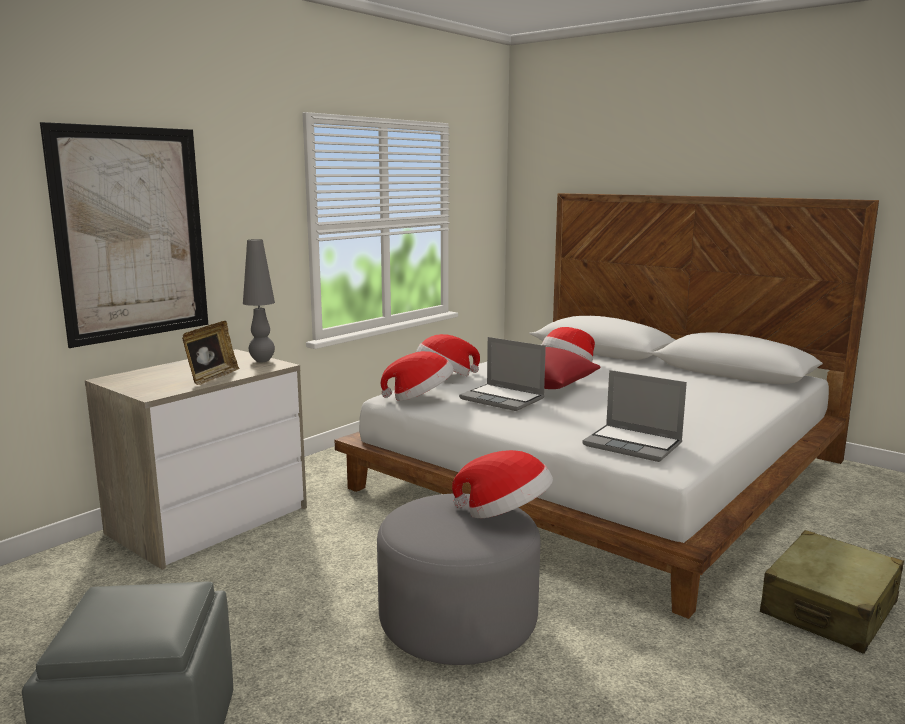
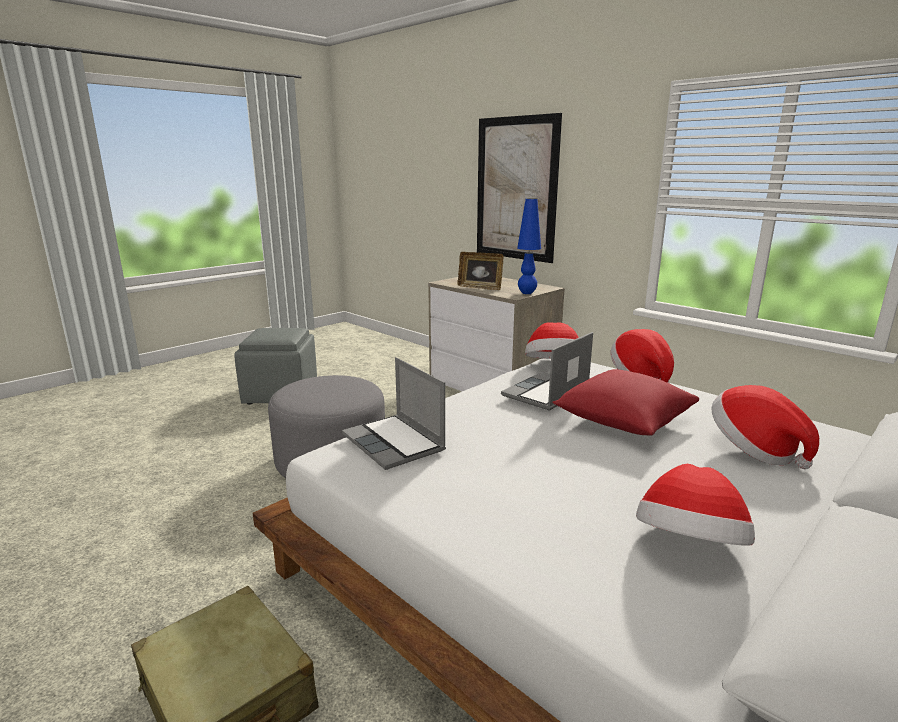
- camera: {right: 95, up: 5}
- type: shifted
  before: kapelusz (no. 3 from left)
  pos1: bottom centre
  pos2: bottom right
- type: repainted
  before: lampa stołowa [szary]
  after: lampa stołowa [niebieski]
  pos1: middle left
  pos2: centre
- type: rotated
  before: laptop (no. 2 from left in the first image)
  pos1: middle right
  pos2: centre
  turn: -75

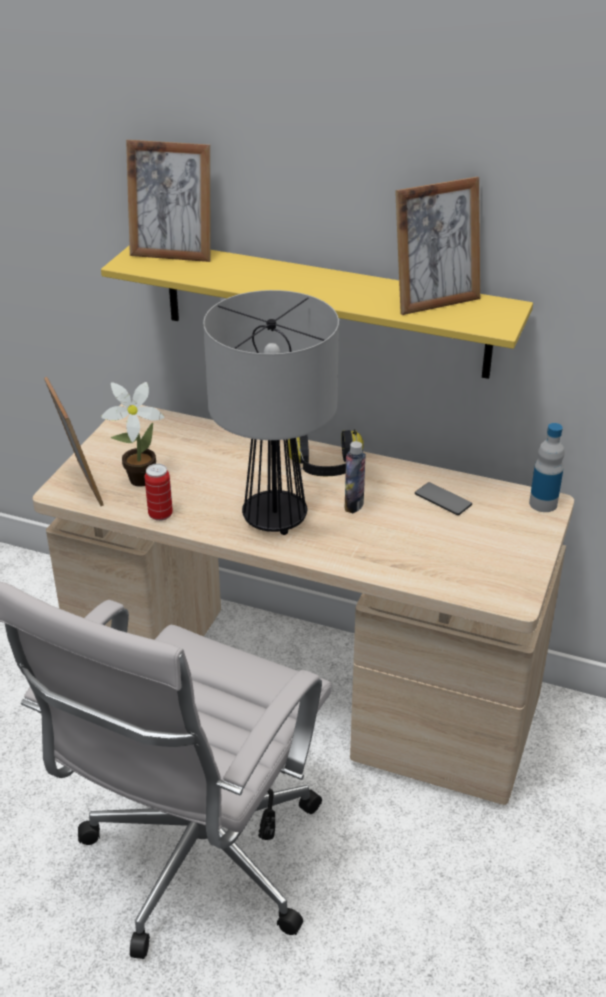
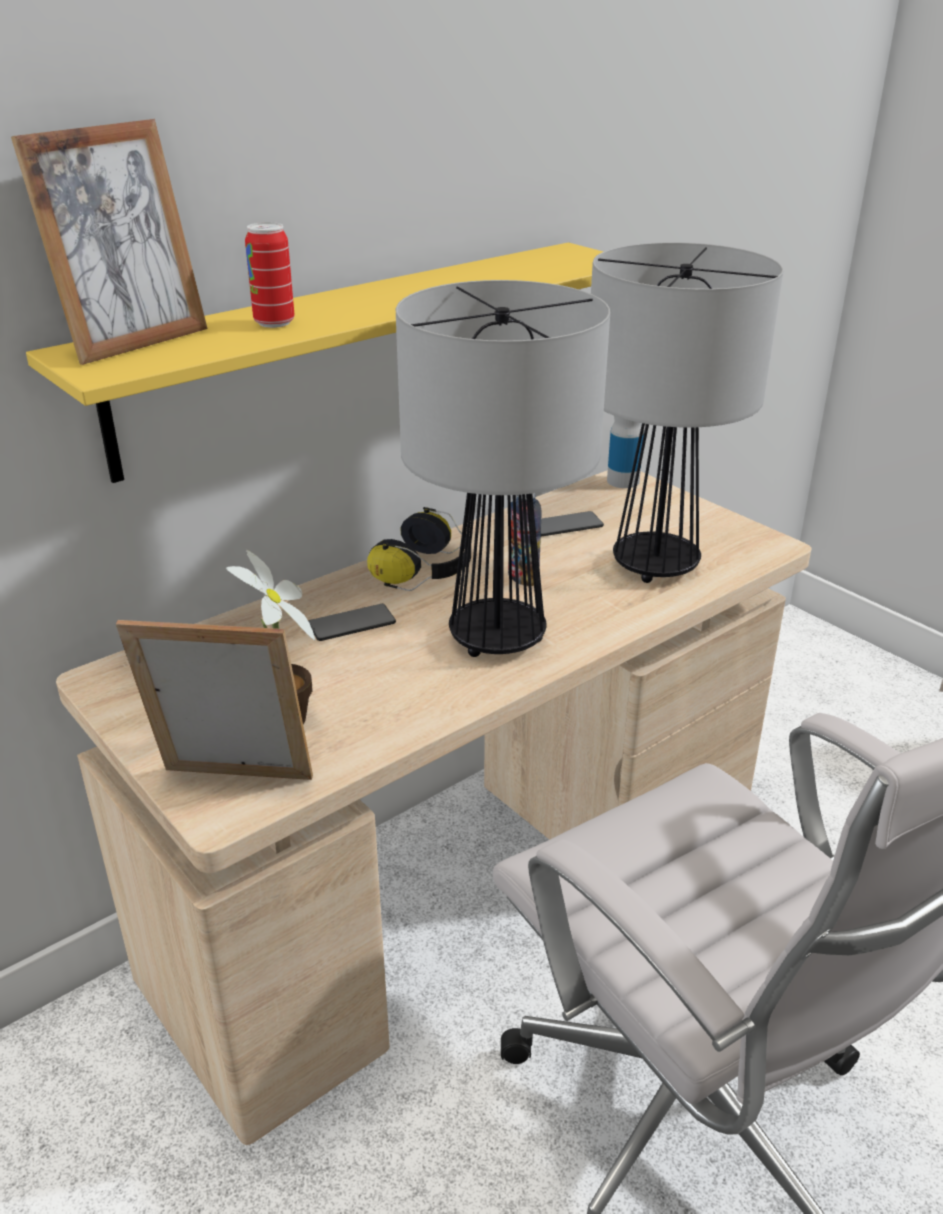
- camera: {right: -60, up: -5}
- type: gone
  before: ramka na zdjęcie (no. 3 from left)
  pos1: top right
- type: new
  after: telefon (no. 1 from left)
  pos2: centre
- type: new
  after: lampa stołowa (no. 2 from left)
  pos2: middle right
- type: shifted
  before: puszka
  pos1: middle left
  pos2: top left

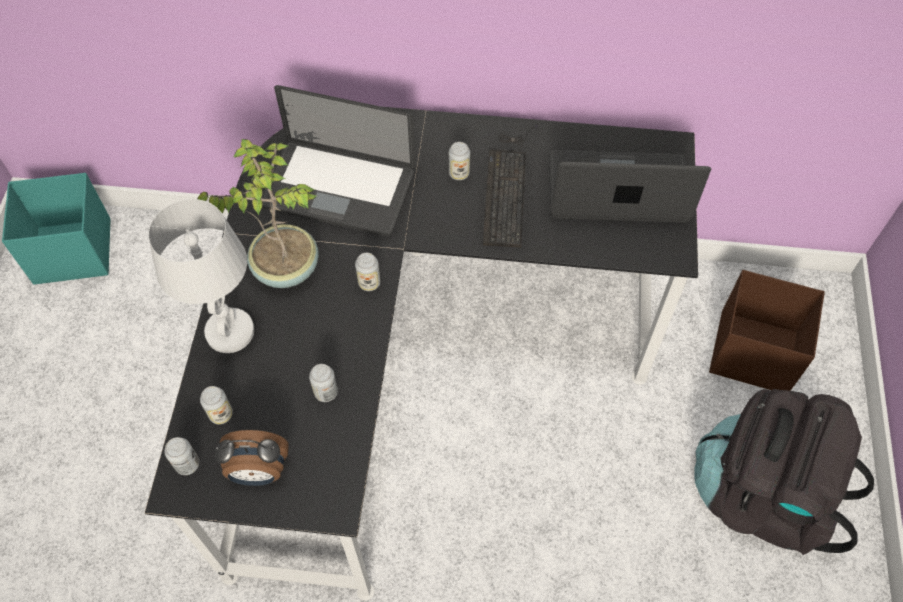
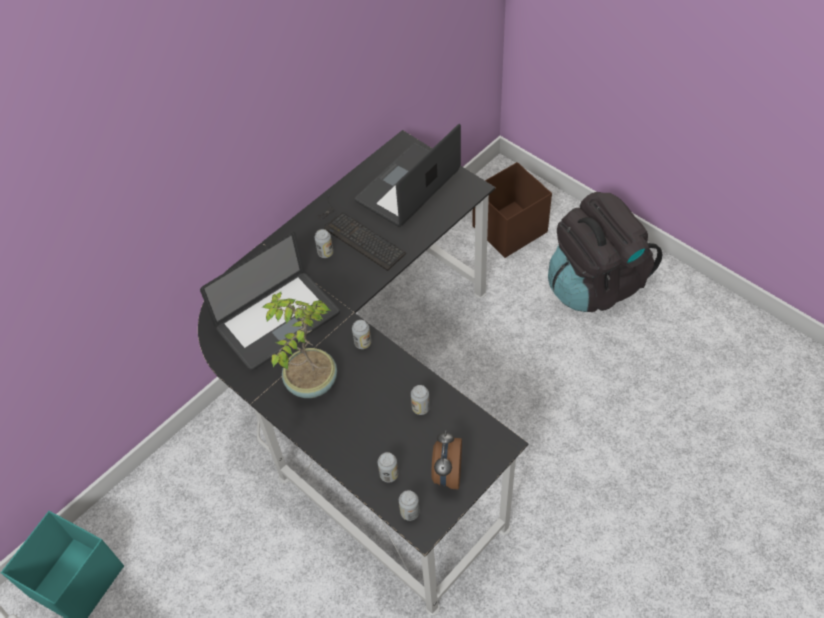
- camera: {right: -50, up: -5}
- type: gone
  before: lampa stołowa [biały]
  pos1: middle left
- type: rotated
  before: budzik
  pos1: bottom left
  pos2: bottom centre
  turn: 150

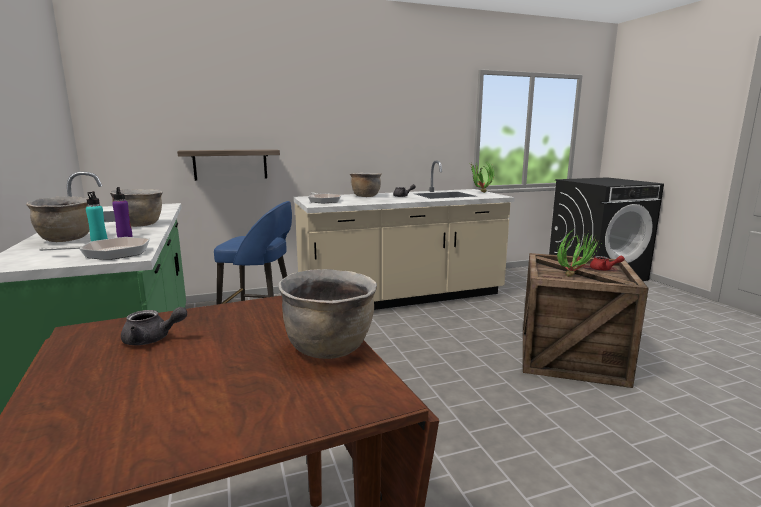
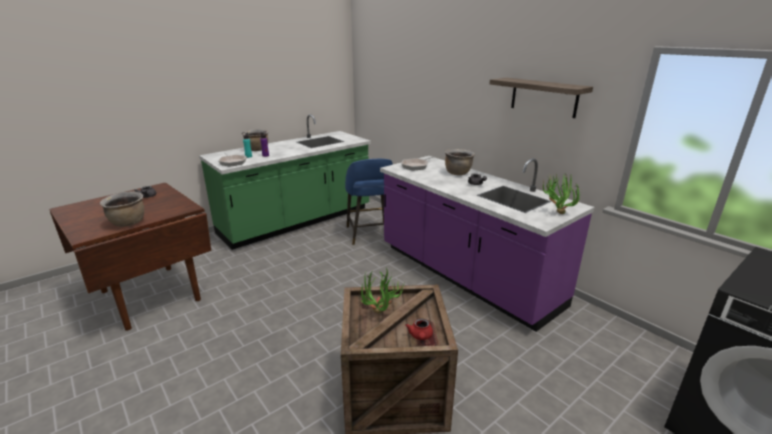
- camera: {right: 70, up: 10}
- type: gone
  before: garnek [brązowy] (no. 2 from left)
  pos1: middle left
- type: shifted
  before: półka
  pos1: top left
  pos2: top right
- type: repainted
  before: zabudowa kuchenna [beżowy]
  after: zabudowa kuchenna [fioletowy]
  pos1: centre
  pos2: centre

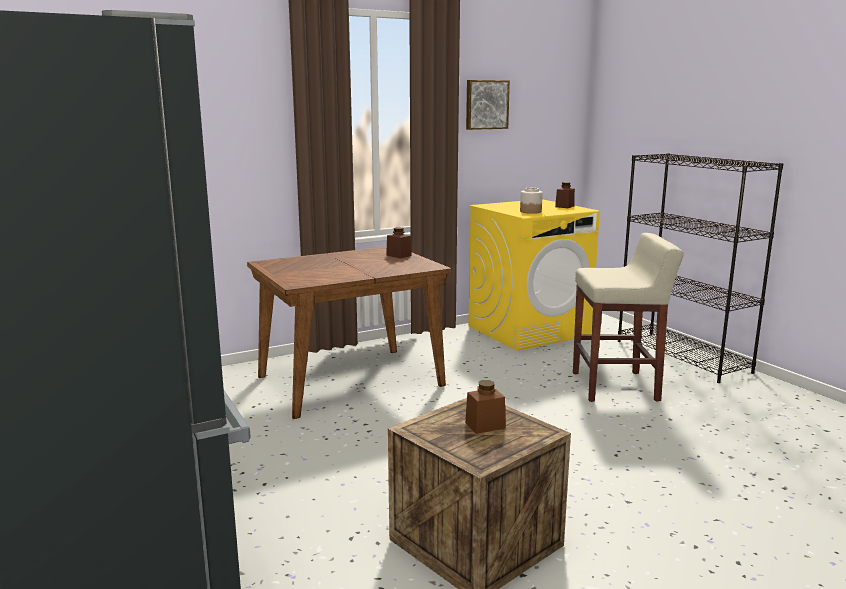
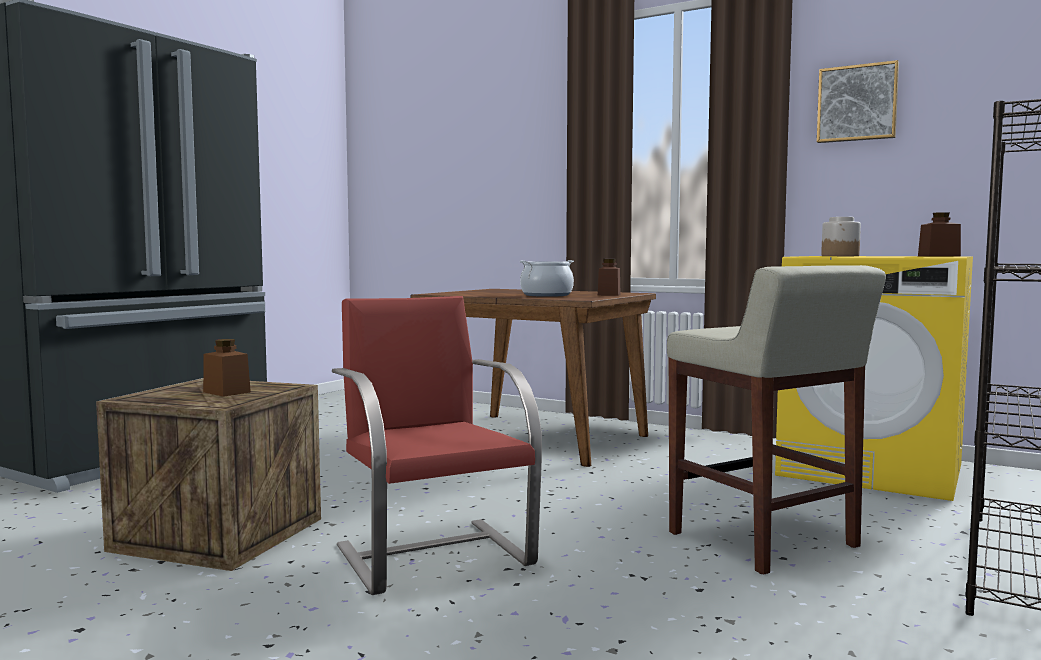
- camera: {right: 60, up: -10}
- type: new
  after: krzesło [czerwony]
  pos2: bottom centre
- type: new
  after: garnek
  pos2: centre

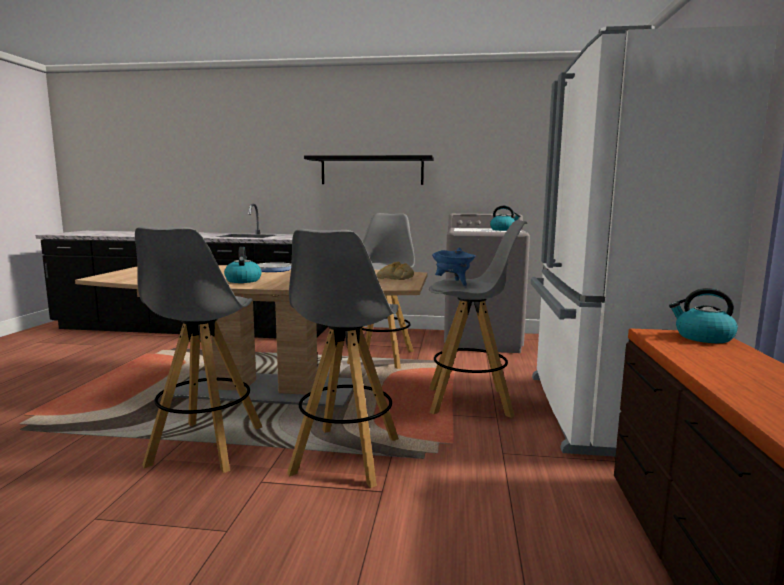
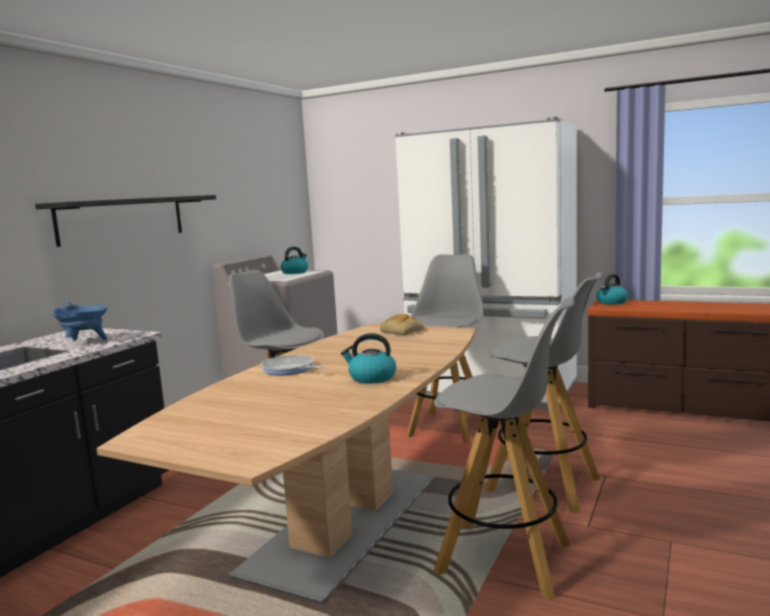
- camera: {right: -70, up: 0}
- type: shifted
  before: garnek [niebieski]
  pos1: centre
  pos2: middle left

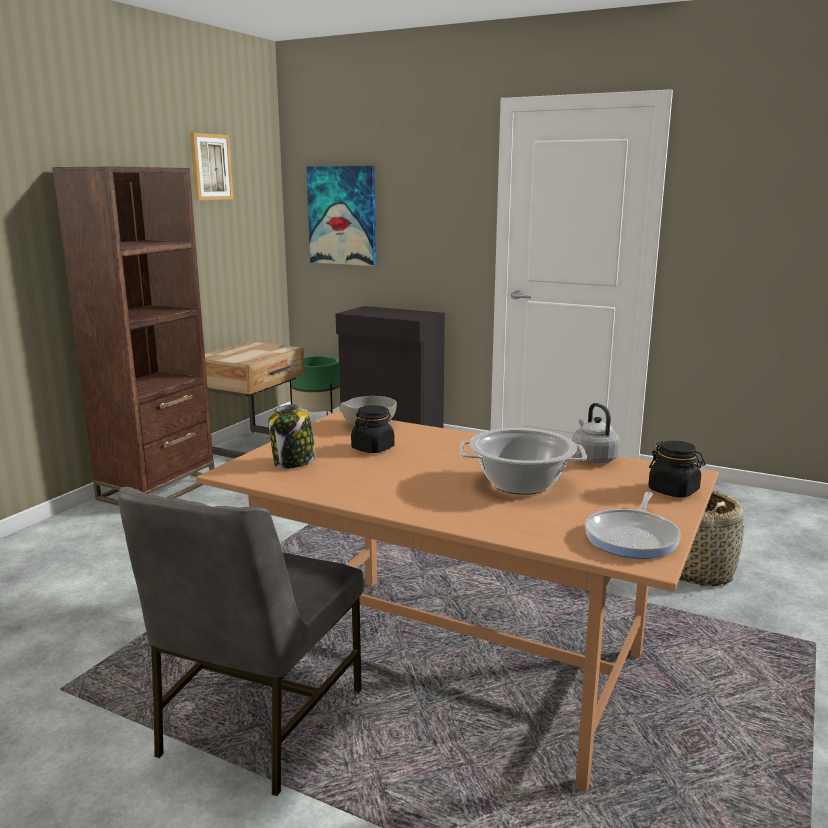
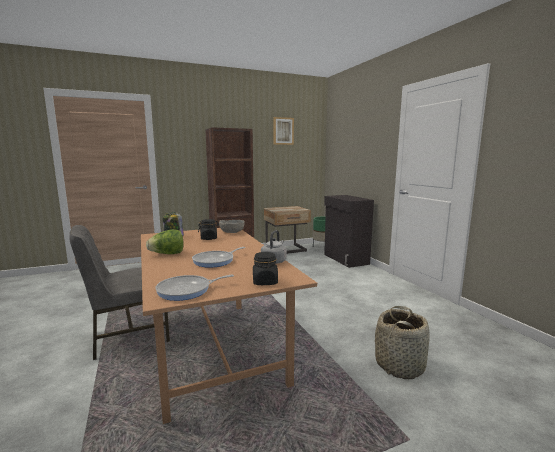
- camera: {right: 40, up: -5}
- type: gone
  before: obraz (no. 2 from left)
  pos1: top centre
- type: new
  after: sałata
  pos2: middle left
- type: swapped
  before: garnek
  after: patelnia (no. 2 from left)
  pos1: centre
  pos2: centre

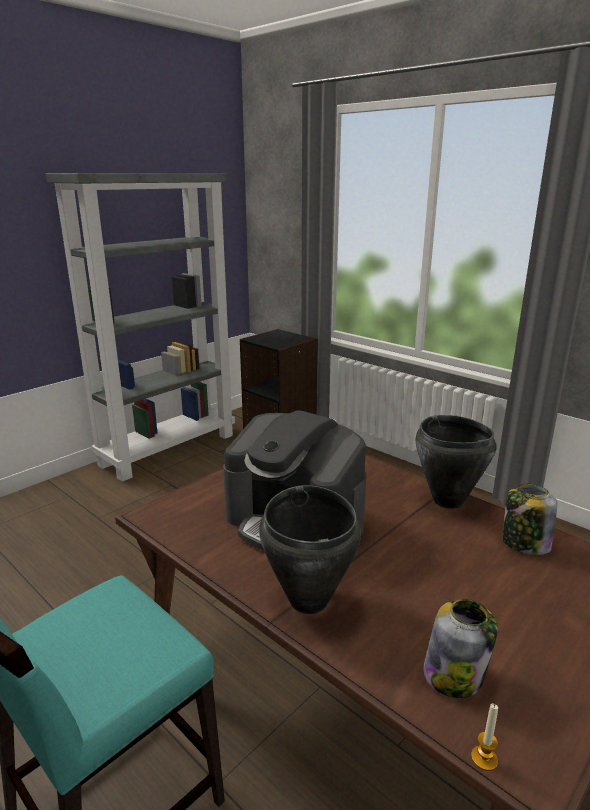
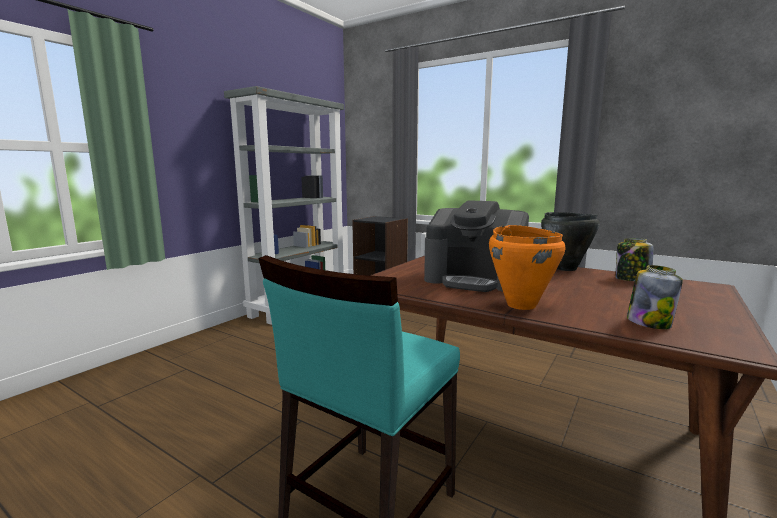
- camera: {right: -10, up: -10}
- type: gone
  before: świeca
  pos1: bottom right
- type: repainted
  before: garnek [czarny] (no. 1 from left)
  after: garnek [pomarańczowy]
  pos1: bottom centre
  pos2: middle right

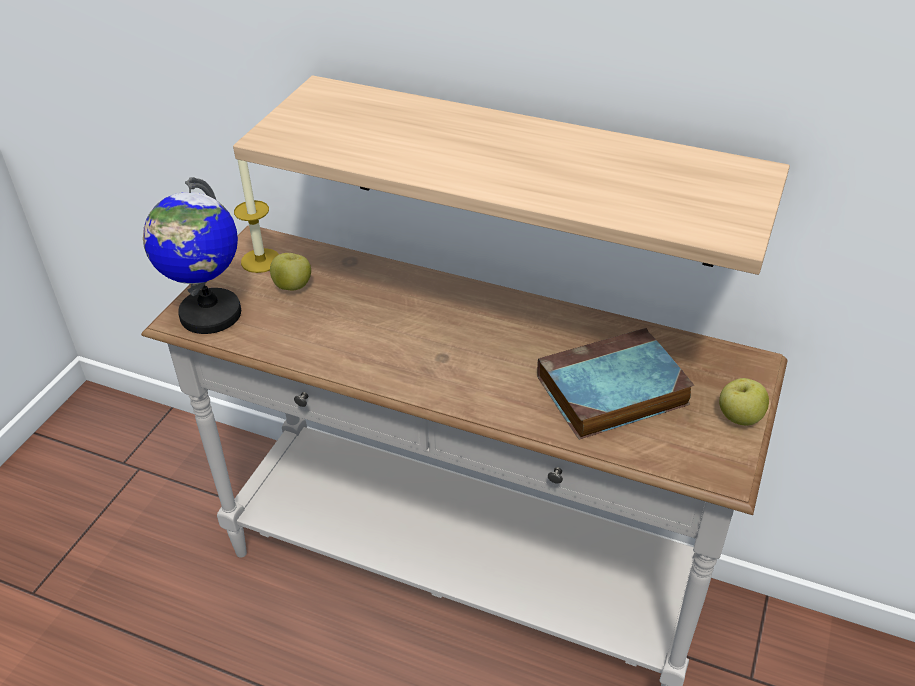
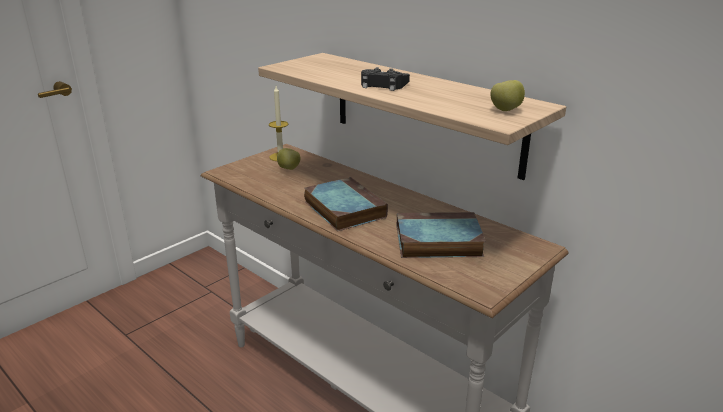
- camera: {right: 20, up: -15}
- type: gone
  before: globus
  pos1: middle left
- type: new
  after: książka (no. 1 from left)
  pos2: centre
- type: new
  after: pad do gier [czarny]
  pos2: top centre
- type: shifted
  before: jabłko (no. 2 from left)
  pos1: middle right
  pos2: top right

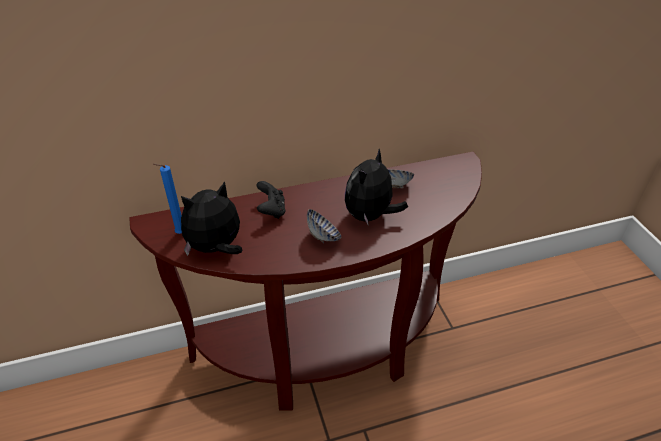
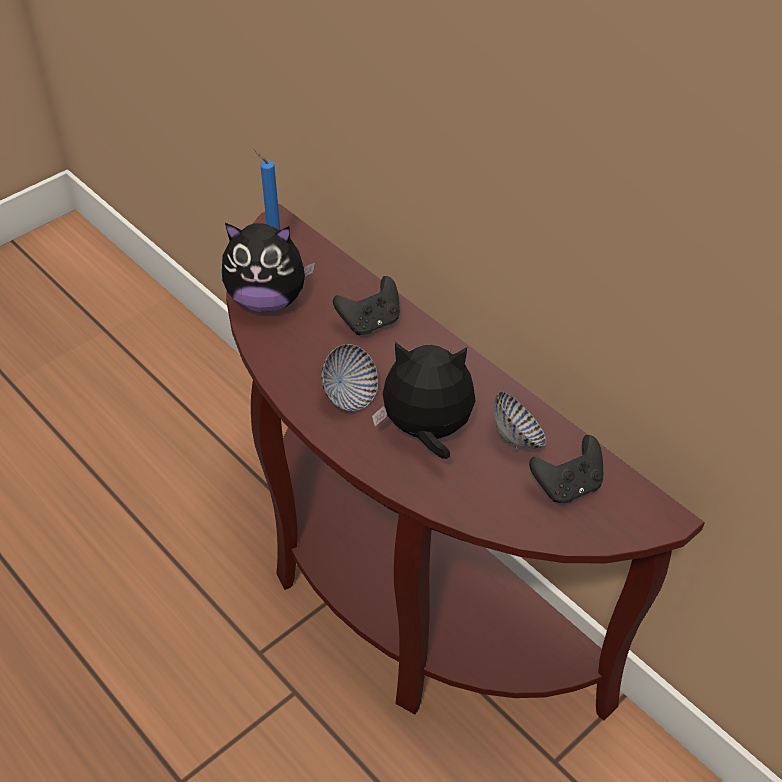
- camera: {right: 65, up: 5}
- type: new
  after: pad do gier [czarny] (no. 2 from left)
  pos2: middle right
- type: rotated
  before: pluszak (no. 1 from left)
  pos1: middle left
  pos2: centre
  turn: 150

